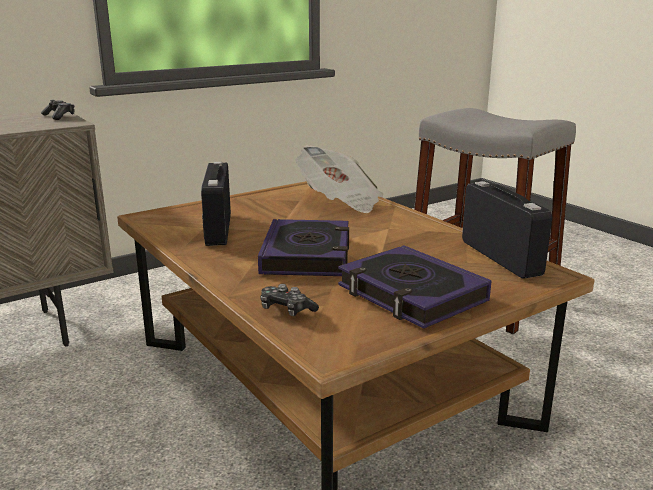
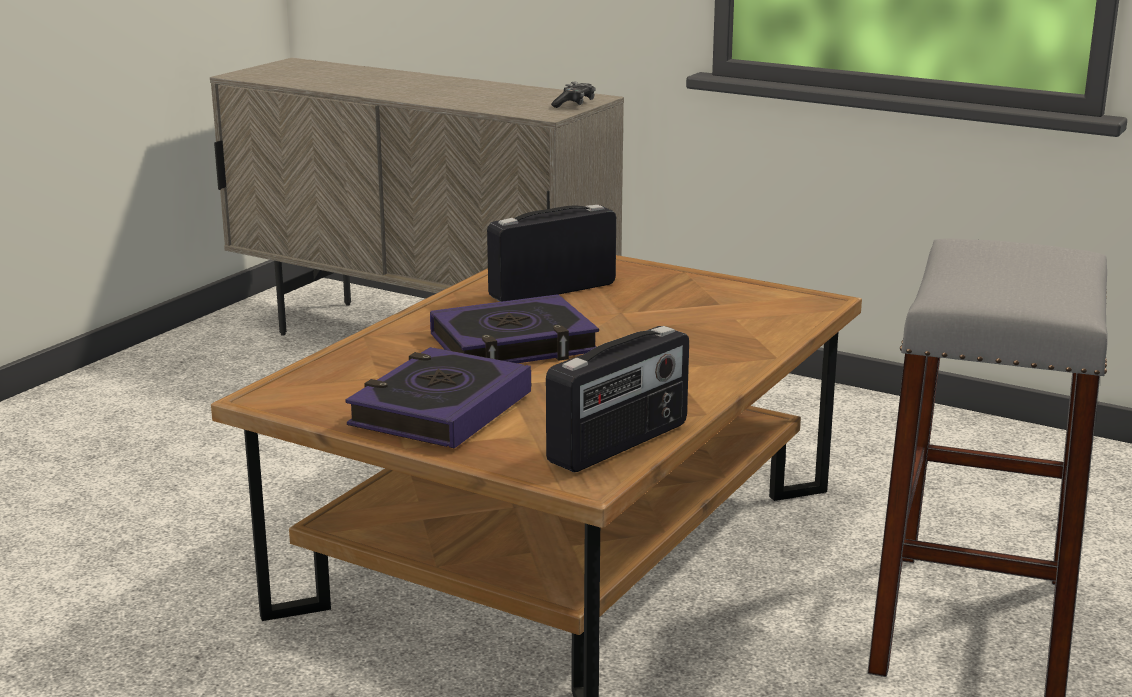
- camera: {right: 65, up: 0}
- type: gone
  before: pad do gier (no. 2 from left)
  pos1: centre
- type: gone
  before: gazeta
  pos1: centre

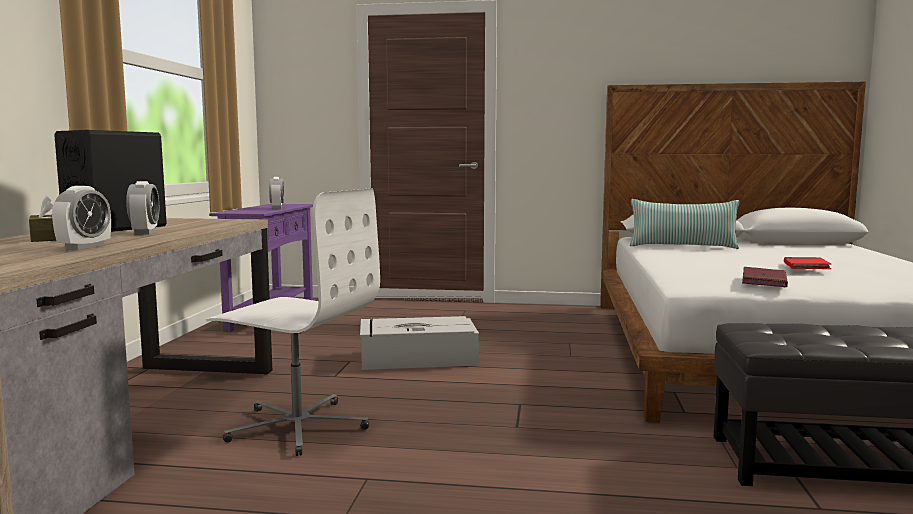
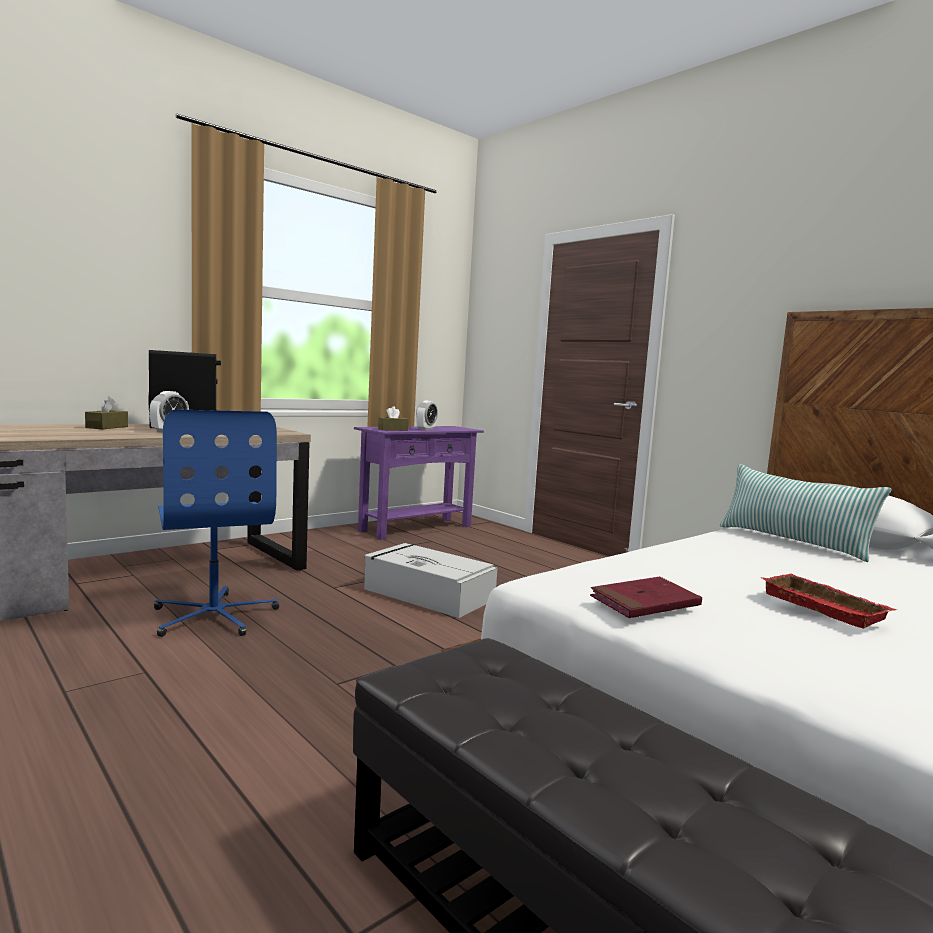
- camera: {right: 40, up: 0}
- type: gone
  before: budzik (no. 1 from left)
  pos1: middle left
- type: new
  after: pudełko chusteczek [brązowy] (no. 2 from left)
  pos2: centre
- type: swapped
  before: książka [czerwony] (no. 2 from left)
  after: taca [czerwony]
  pos1: middle right
  pos2: middle right
- type: repainted
  before: krzesło biurowe [biały]
  after: krzesło biurowe [niebieski]
  pos1: middle left
  pos2: middle left

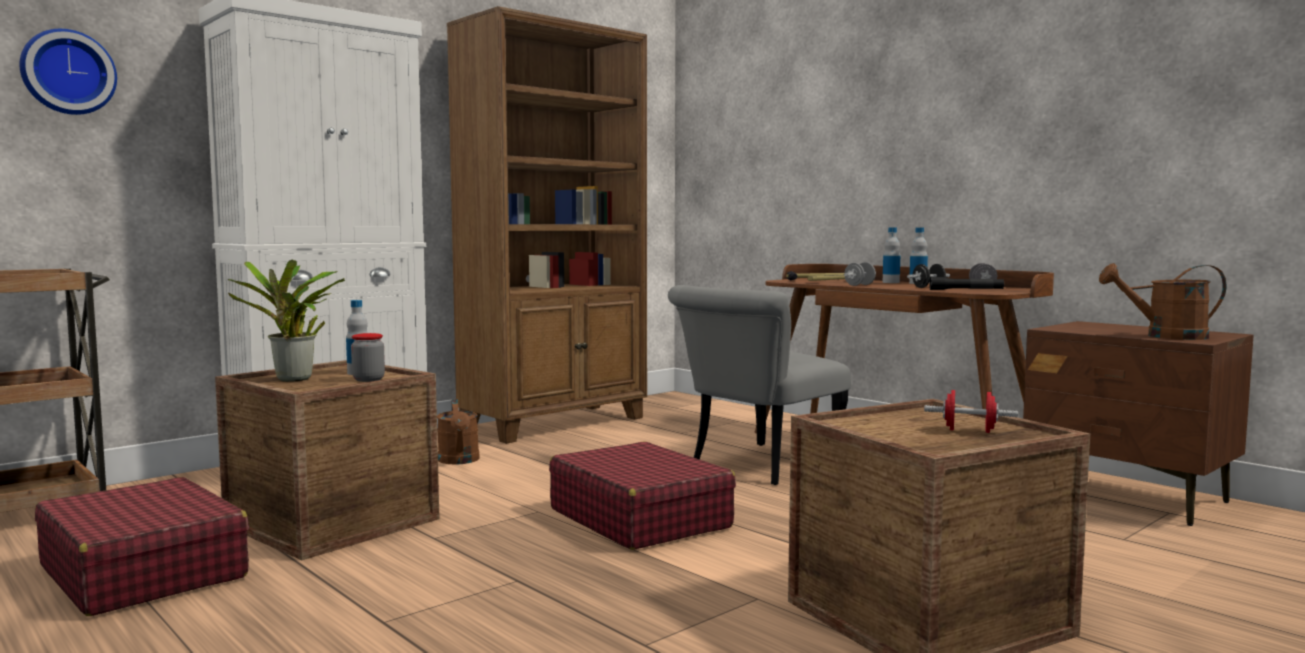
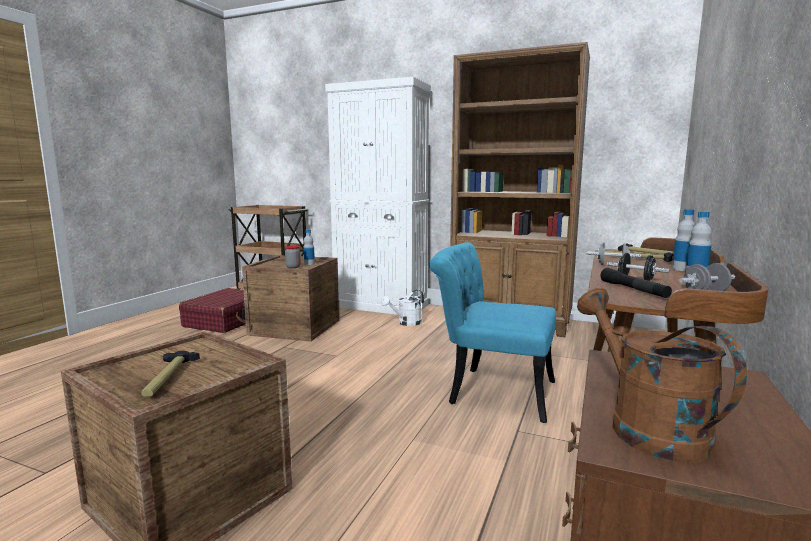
- camera: {right: 65, up: 5}
- type: gone
  before: zegar ścienny
  pos1: top left
- type: gone
  before: roślina doniczkowa
  pos1: middle left
- type: gone
  before: walizka [czerwony] (no. 2 from left)
  pos1: bottom centre
- type: swapped
  before: hantel [czerwony]
  after: młotek (no. 1 from left)
  pos1: middle right
  pos2: bottom left
- type: repainted
  before: konewka [brązowy] (no. 1 from left)
  after: konewka [biały]
  pos1: centre
  pos2: centre
- type: repainted
  before: krzesło [szary]
  after: krzesło [turkusowy]
  pos1: centre
  pos2: centre

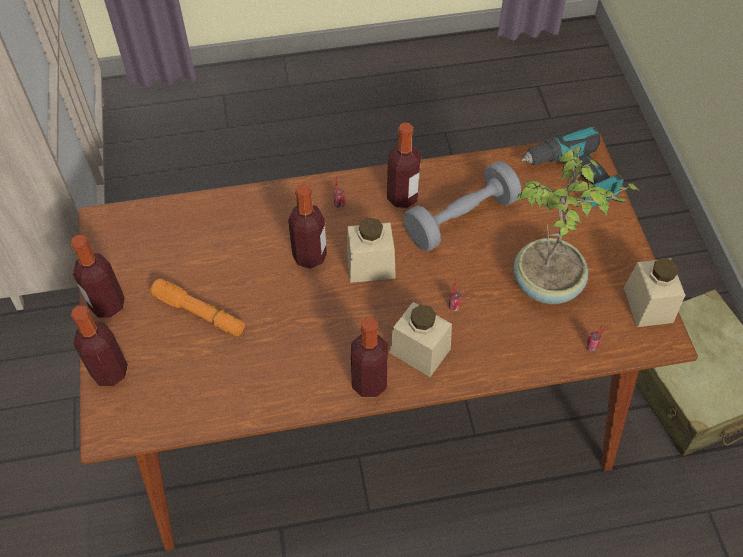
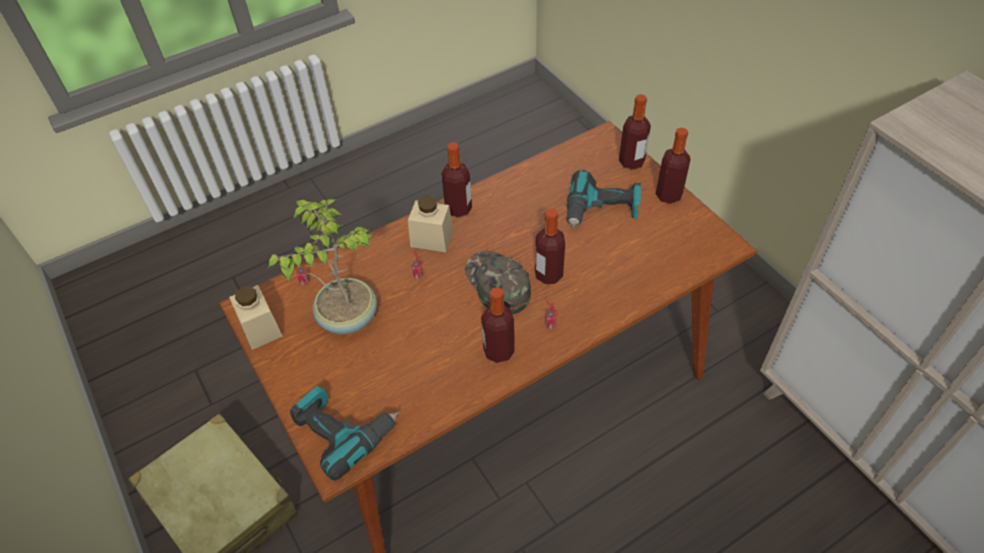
- camera: {right: 160, up: -5}
- type: gone
  before: hantel [szary]
  pos1: centre
- type: swapped
  before: latarka [pomarańczowy]
  after: wiertarka (no. 2 from left)
  pos1: middle left
  pos2: centre
- type: swapped
  before: słoik [beżowy] (no. 1 from left)
  after: czapka z daszkiem [zielony]
  pos1: centre
  pos2: centre

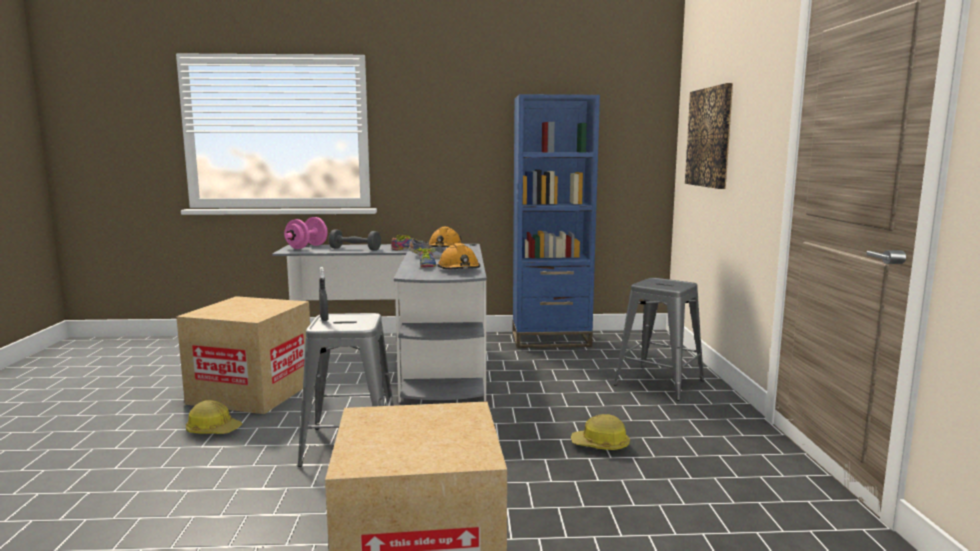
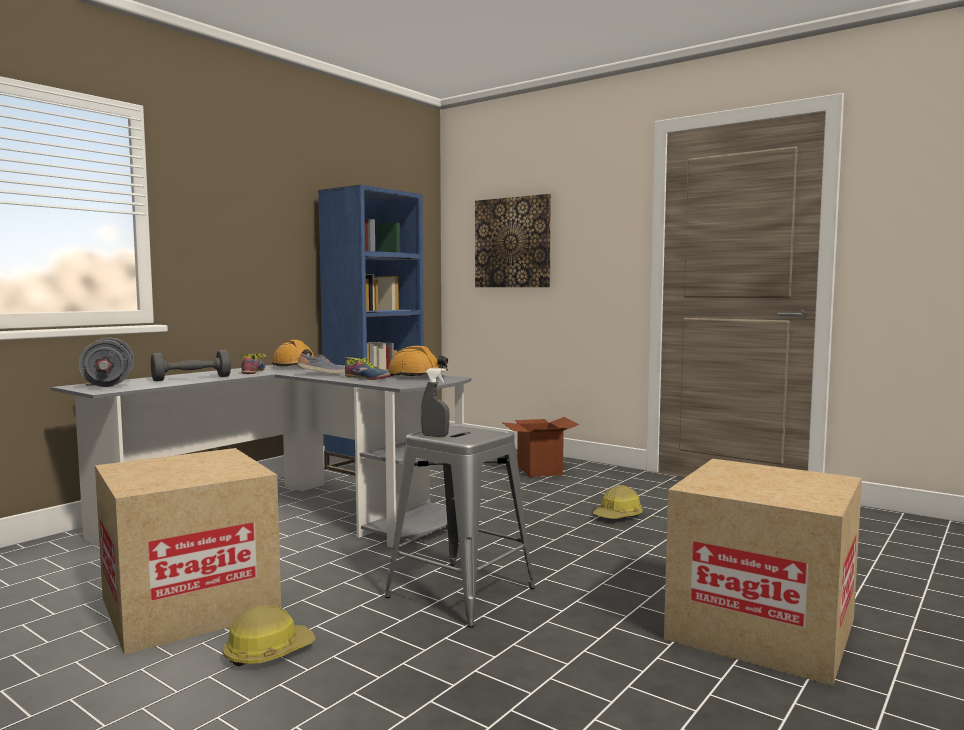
- camera: {right: -50, up: -5}
- type: swapped
  before: stołek [szary] (no. 2 from left)
  after: karton (no. 2 from left)
  pos1: middle right
  pos2: centre
- type: repainted
  before: hantel [różowy]
  after: hantel [szary] (no. 1 from left)
  pos1: middle left
  pos2: middle left

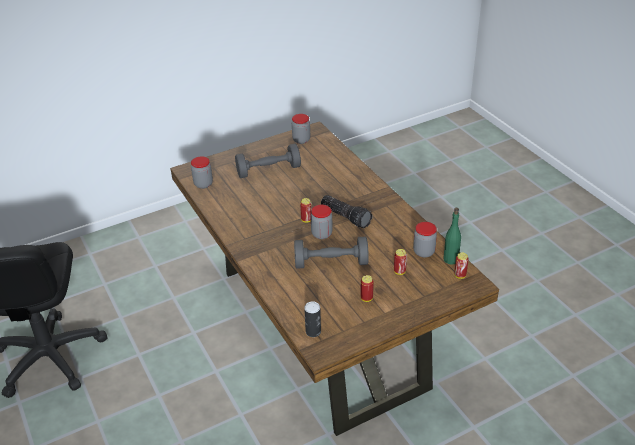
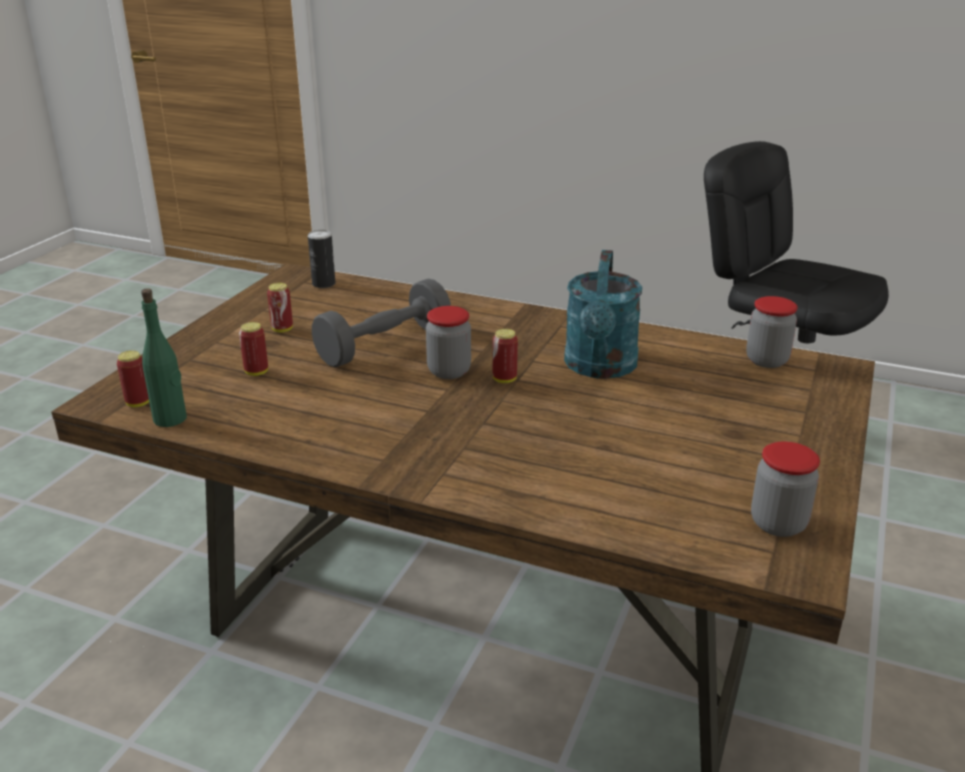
- camera: {right: 140, up: -10}
- type: gone
  before: hantel [szary] (no. 1 from left)
  pos1: centre
- type: gone
  before: latarka
  pos1: centre
- type: gone
  before: słoik (no. 4 from left)
  pos1: middle right
- type: new
  after: konewka [turkusowy]
  pos2: centre

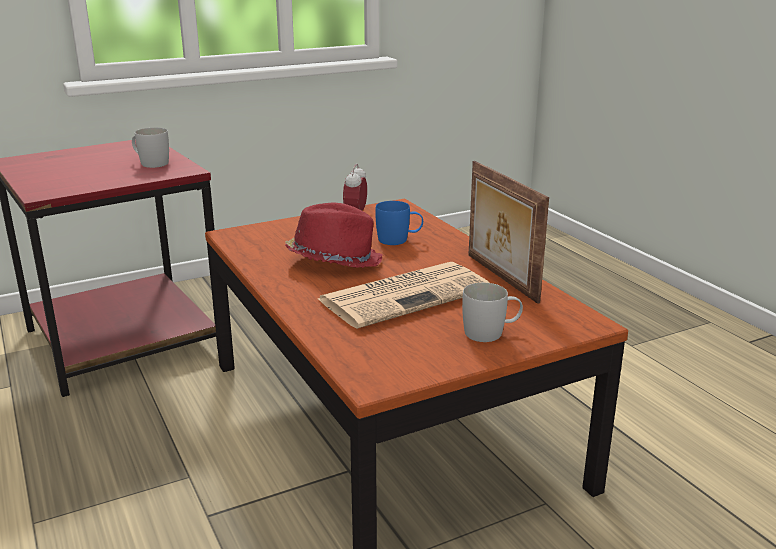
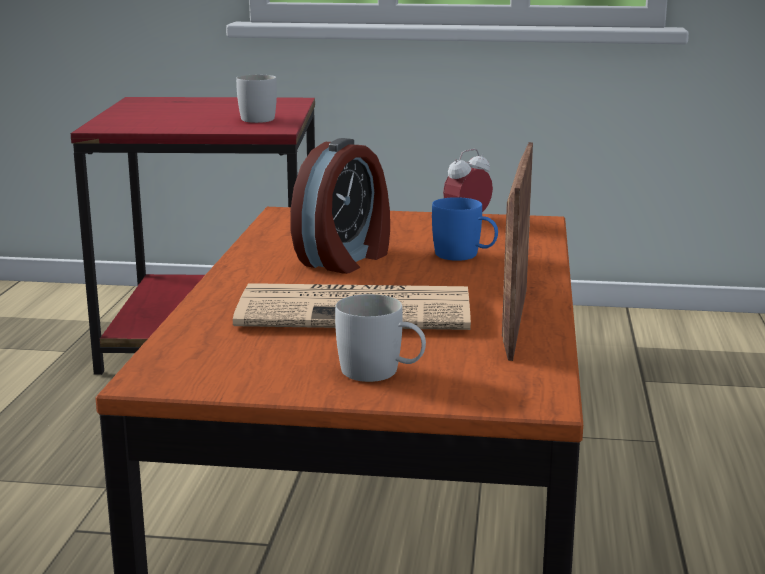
- camera: {right: 35, up: -5}
- type: swapped
  before: kapelusz [czerwony]
  after: budzik (no. 1 from left)
  pos1: centre
  pos2: centre

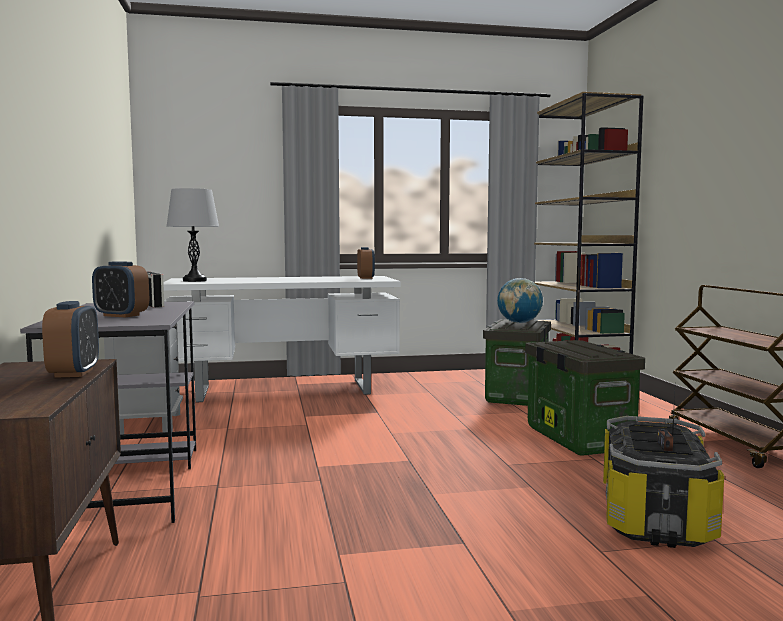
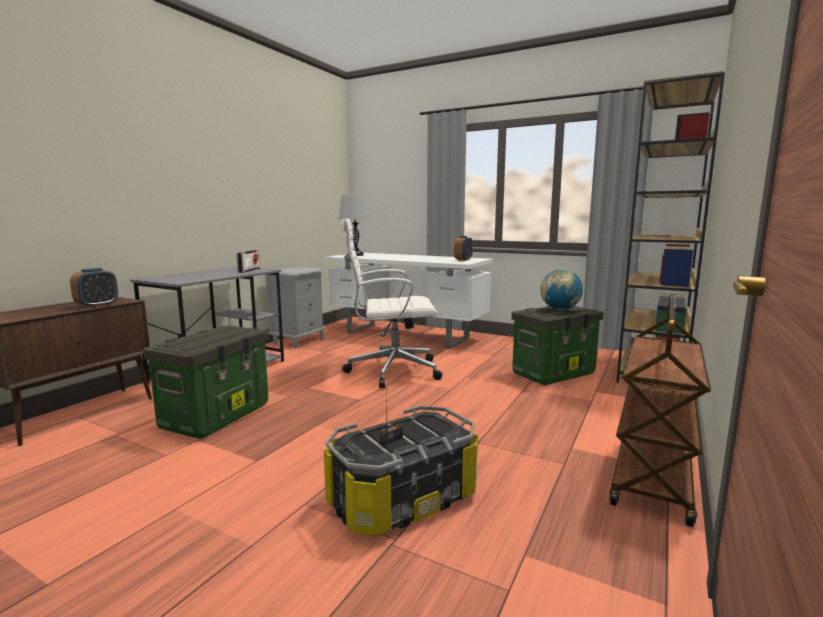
- camera: {right: 40, up: 5}
- type: gone
  before: budzik (no. 2 from left)
  pos1: middle left
- type: new
  after: krzesło biurowe [biały]
  pos2: centre
- type: shifted
  before: pojemnik do przechowywania (no. 2 from left in the first image)
  after: pojemnik do przechowywania (no. 1 from left)
  pos1: middle right
  pos2: middle left

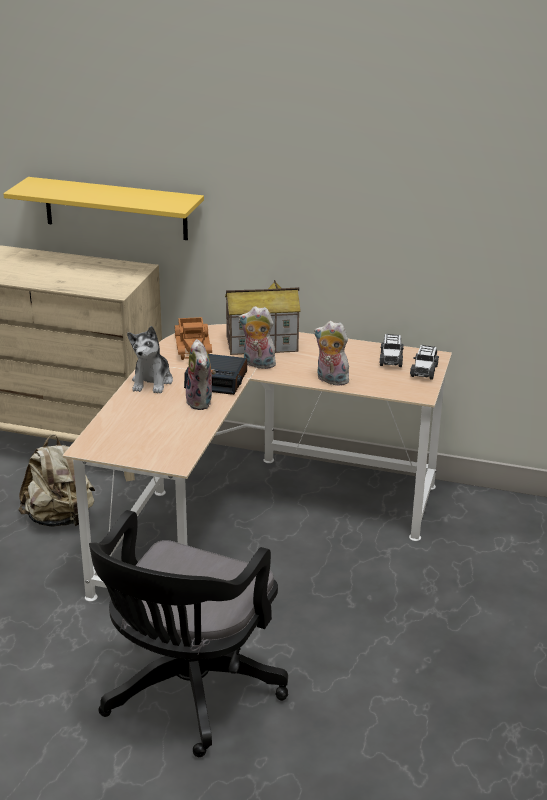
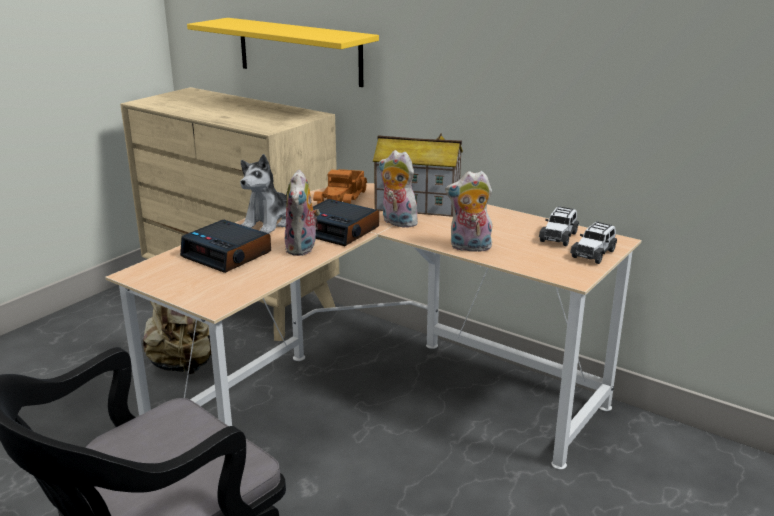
- camera: {right: 20, up: -5}
- type: new
  after: budzik (no. 1 from left)
  pos2: middle left
- type: rotated
  before: pluszak (no. 4 from left)
  pos1: centre
  pos2: centre
  turn: -45

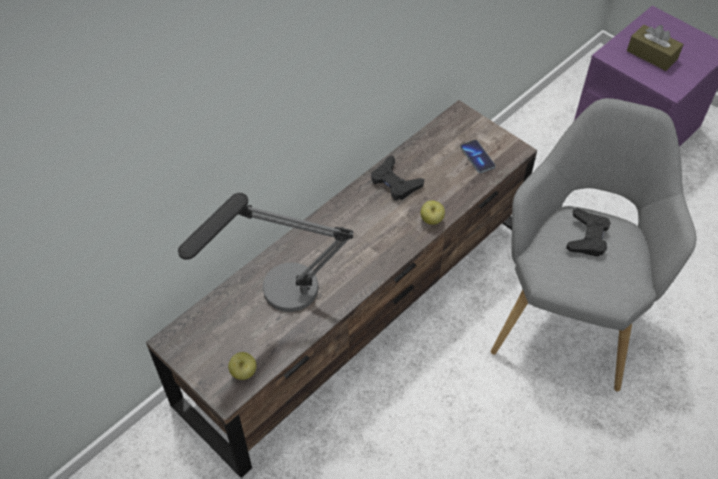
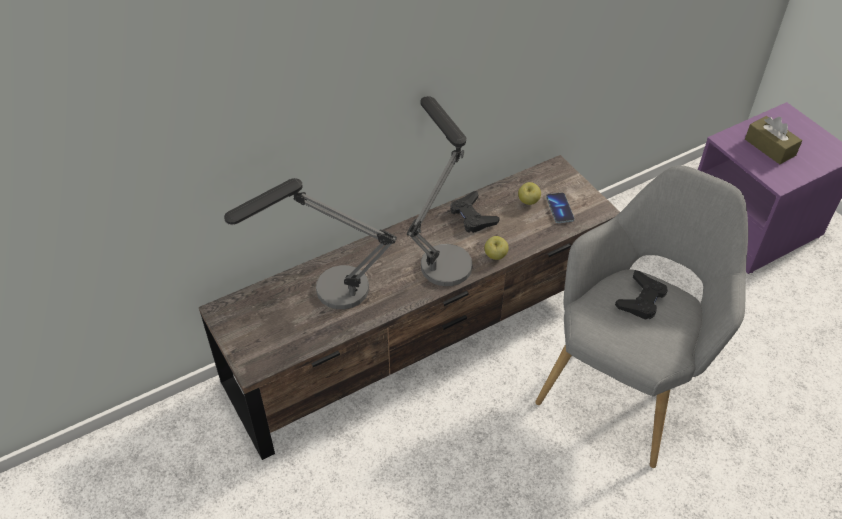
- camera: {right: 15, up: -5}
- type: new
  after: lampa stołowa (no. 2 from left)
  pos2: centre
- type: shifted
  before: jabłko (no. 1 from left in the first image)
  after: jabłko (no. 2 from left)
  pos1: bottom centre
  pos2: centre

